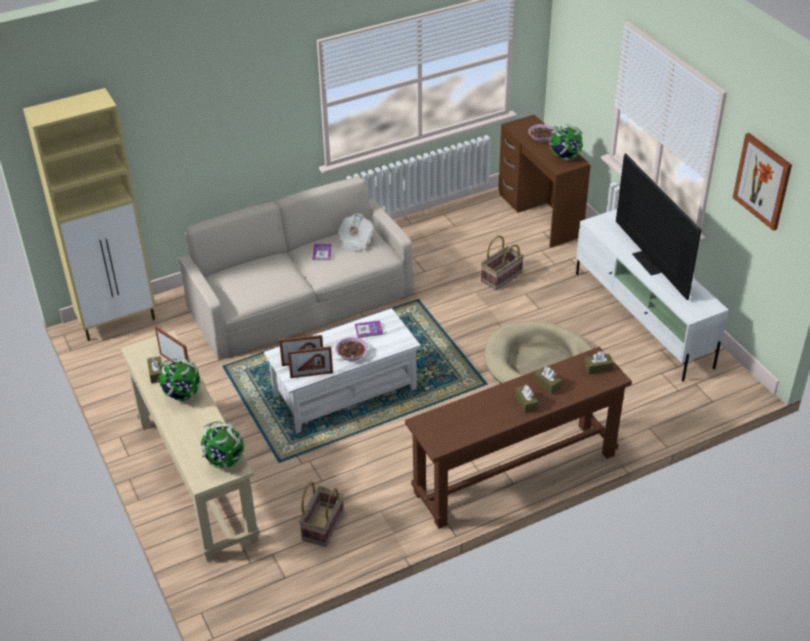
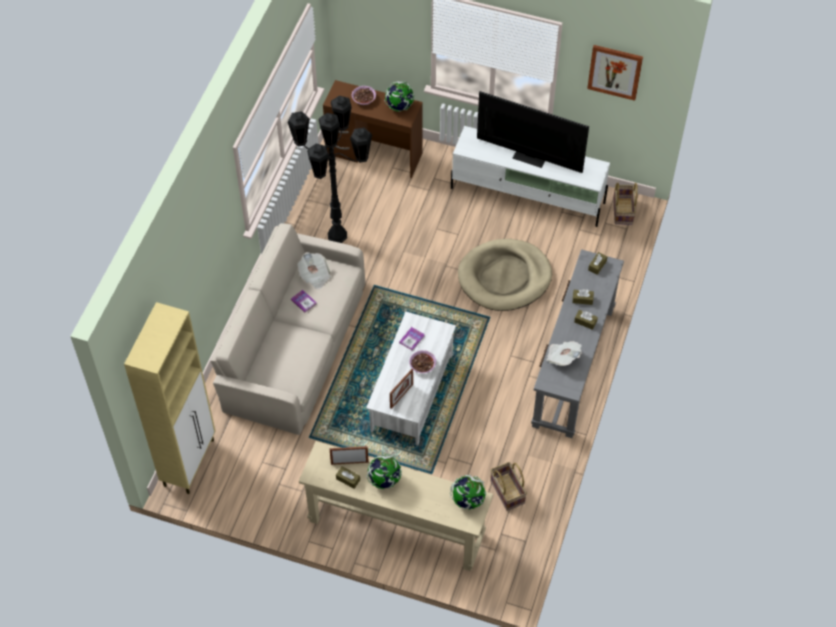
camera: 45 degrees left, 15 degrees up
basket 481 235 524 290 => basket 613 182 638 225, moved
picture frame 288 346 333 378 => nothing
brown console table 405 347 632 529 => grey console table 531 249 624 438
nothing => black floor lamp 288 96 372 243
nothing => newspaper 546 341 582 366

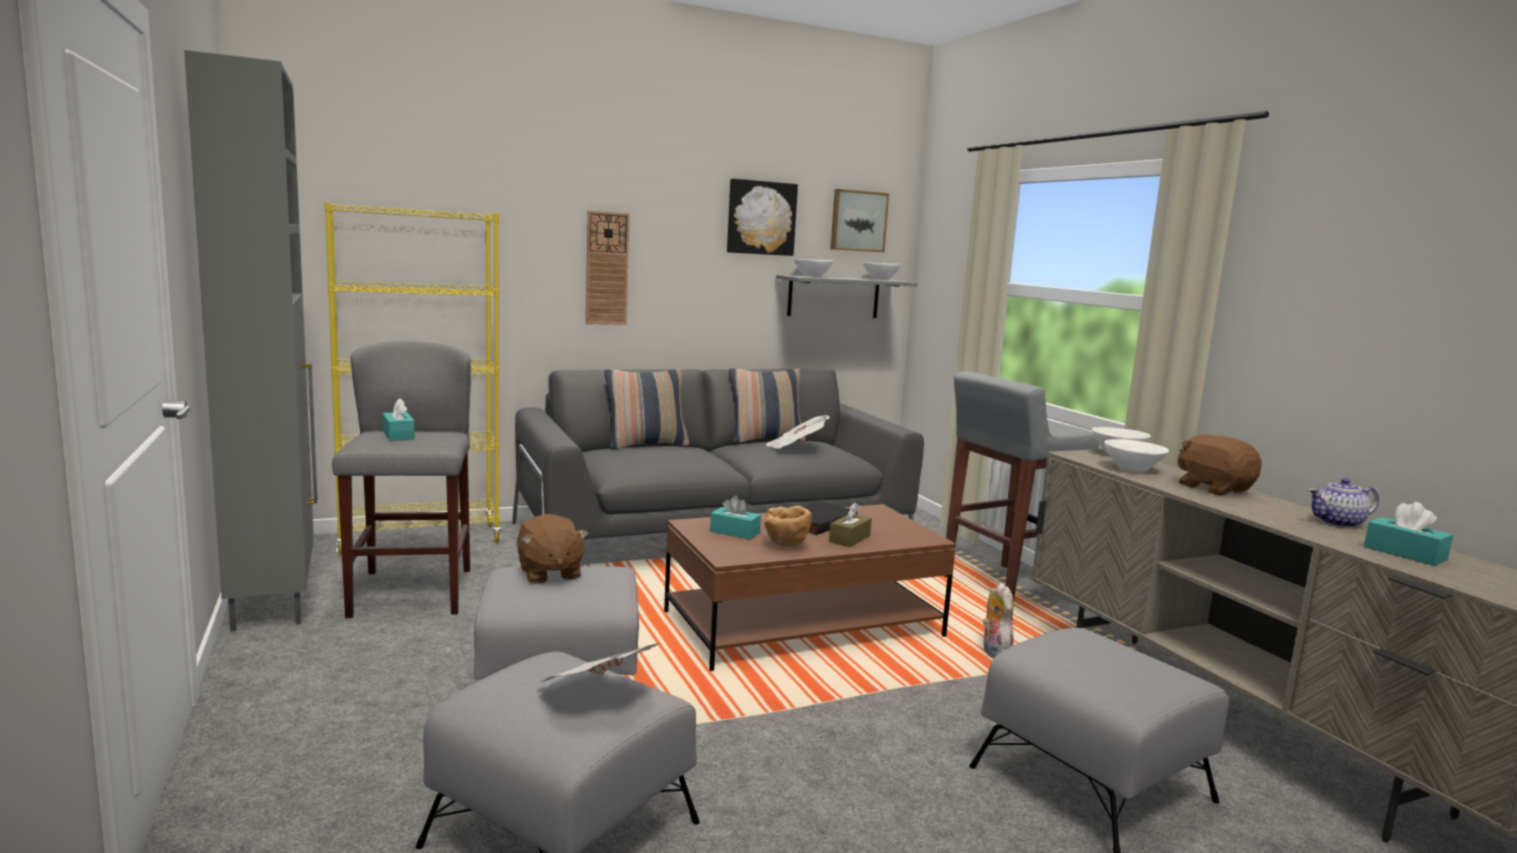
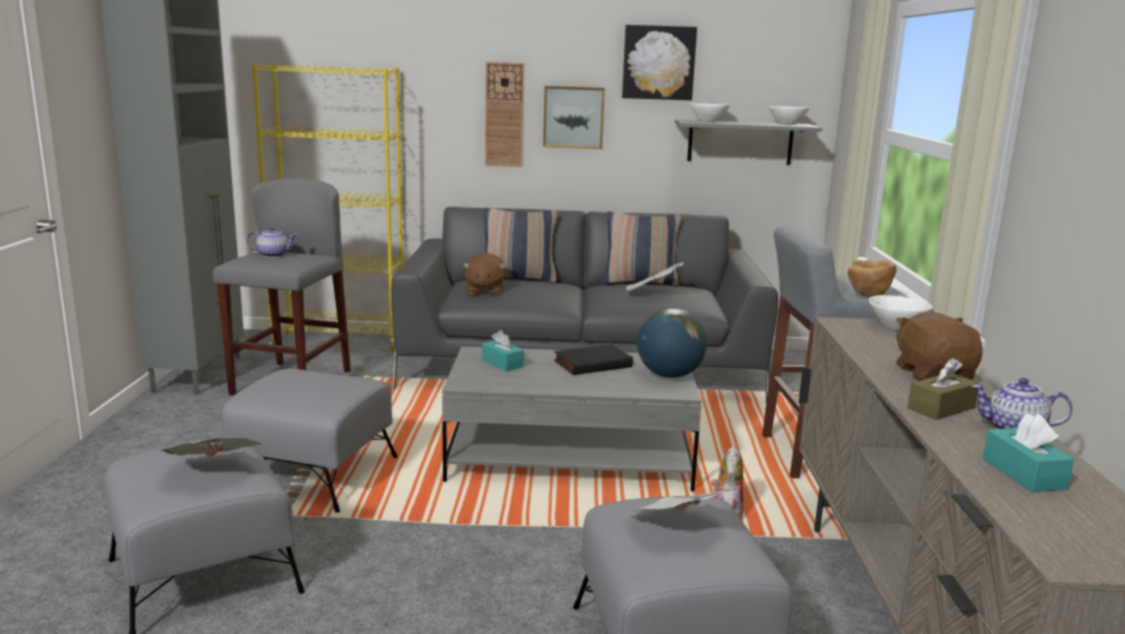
camera: 25 degrees right, 5 degrees up
picture 831 189 889 252 => picture 543 86 605 149, moved
turquoise tissue box 383 398 415 441 => teapot 246 227 297 258
white bowl 1104 439 1169 472 => nothing
brown tissue box 829 502 872 547 => brown tissue box 907 358 979 420, moved
brown coffee table 664 504 956 671 => grey coffee table 442 346 702 492
brown bowl 764 506 812 547 => brown bowl 848 260 897 297, moved
brown plush toy 517 514 589 584 => brown plush toy 462 253 506 295, moved
nothing => globe 637 308 707 378
nothing => newspaper 626 489 732 512

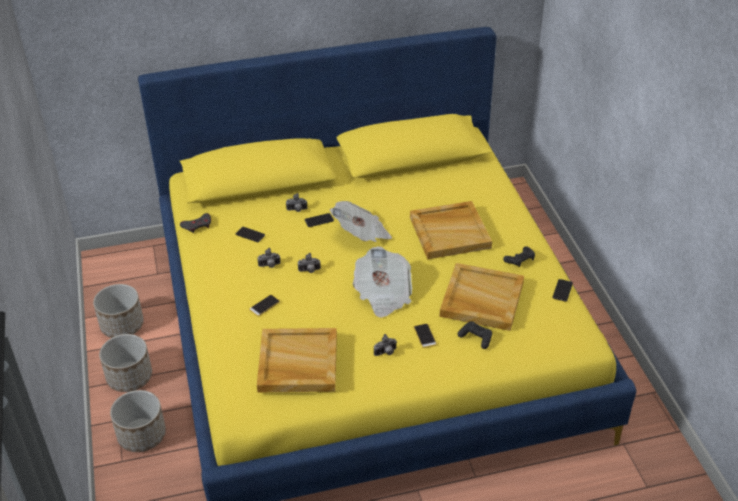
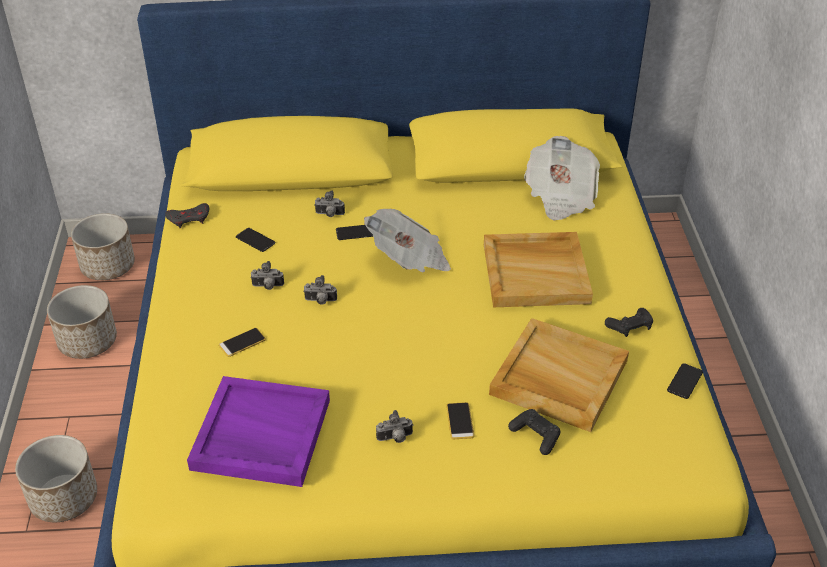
camera: 10 degrees right, 0 degrees up
newspaper 353 247 412 318 => newspaper 524 136 600 220, moved
beige tray 257 328 337 392 => purple tray 187 376 330 487
planter 99 334 152 392 => planter 71 213 135 280, moved

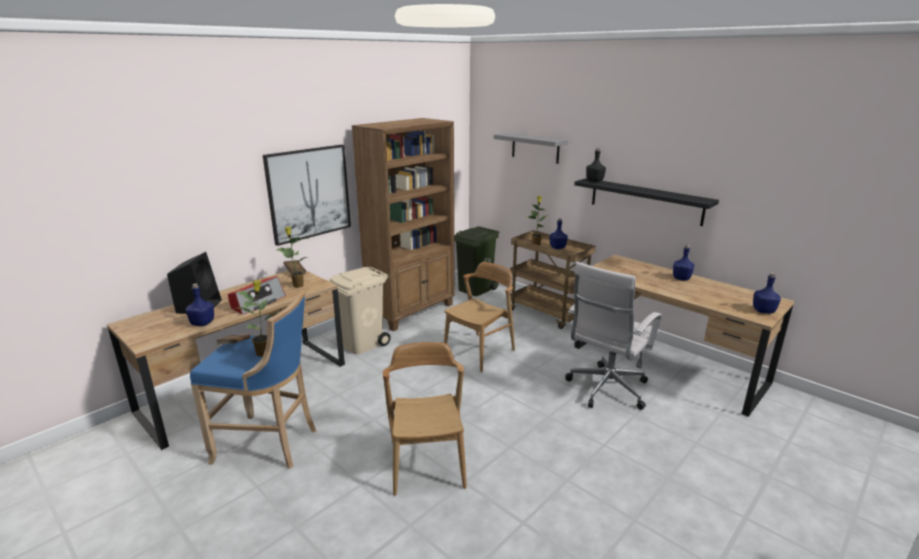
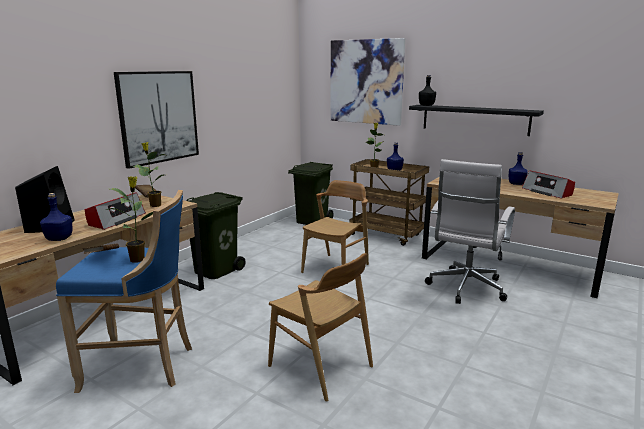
camera: 10 degrees left, 5 degrees down
brown bookcase 352 118 455 331 => nothing
grey shelf 494 133 568 164 => picture 330 38 405 126
beige trash can 327 267 391 354 => green trash can 187 192 246 279
blue bottle 753 273 781 314 => nothing
brown chair 383 342 467 496 => brown chair 268 253 373 401, 150 degrees clockwise
nothing => radio 522 170 575 199

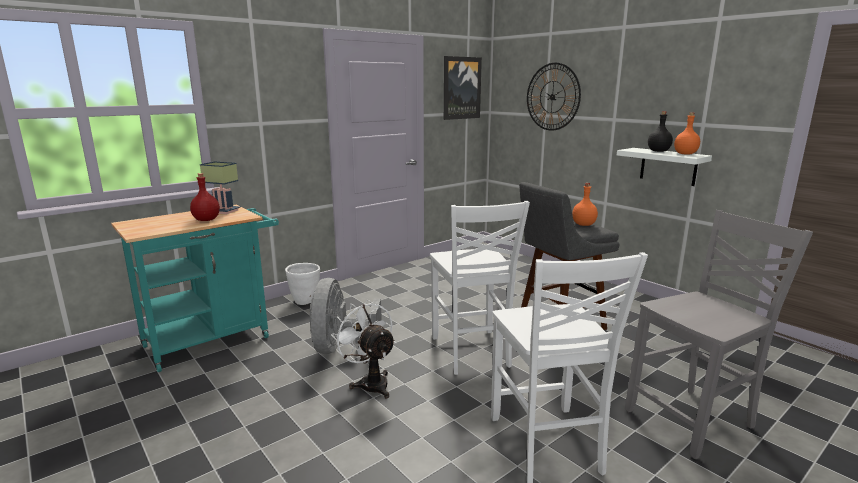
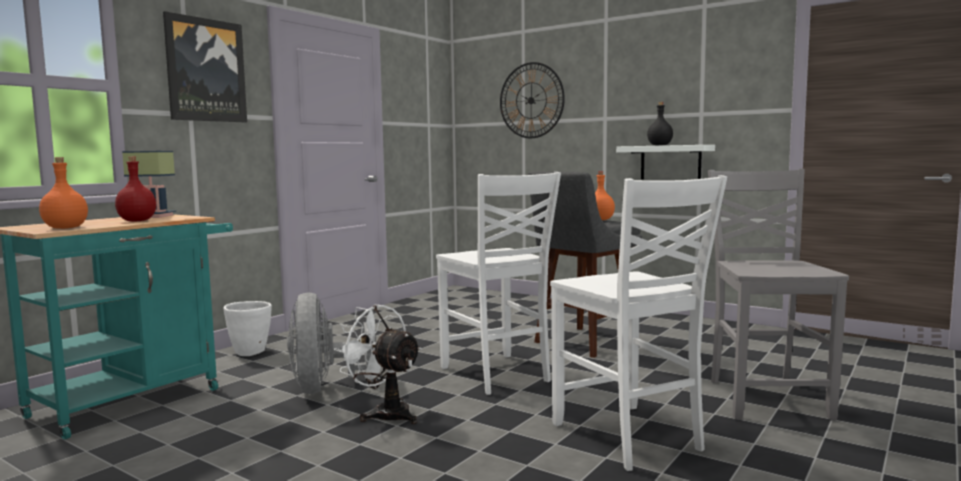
camera: 15 degrees left, 10 degrees down
picture 444 56 482 120 => picture 163 11 247 122, moved
orange bottle 674 112 700 155 => orange bottle 39 157 88 229, moved
grey chair 625 210 813 459 => grey chair 708 169 849 421, 45 degrees counterclockwise

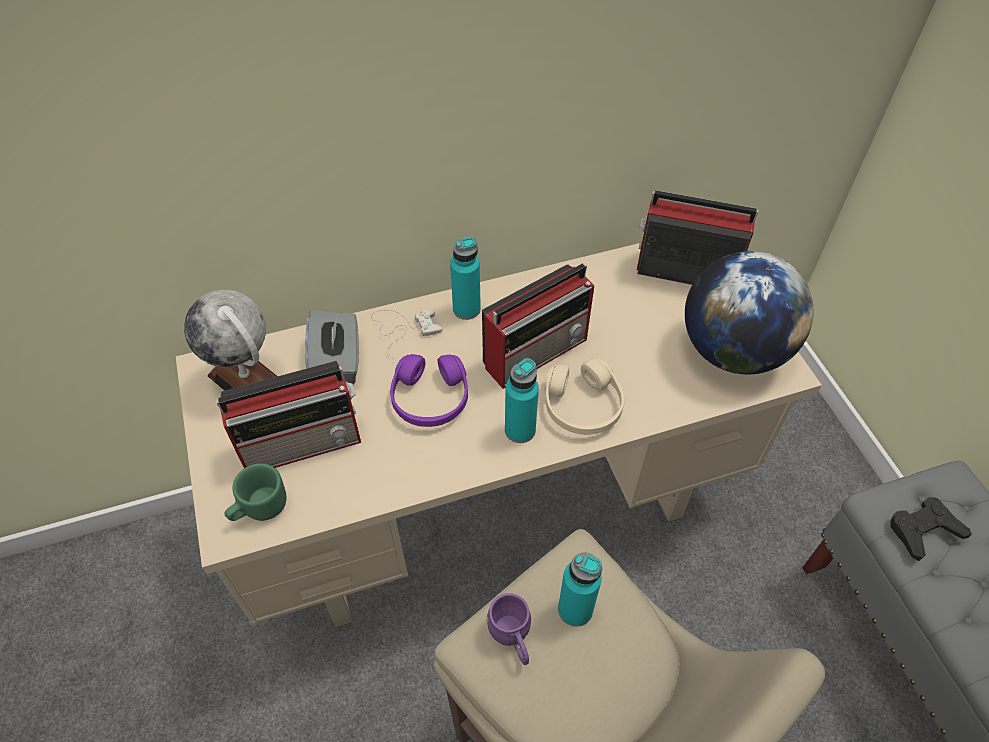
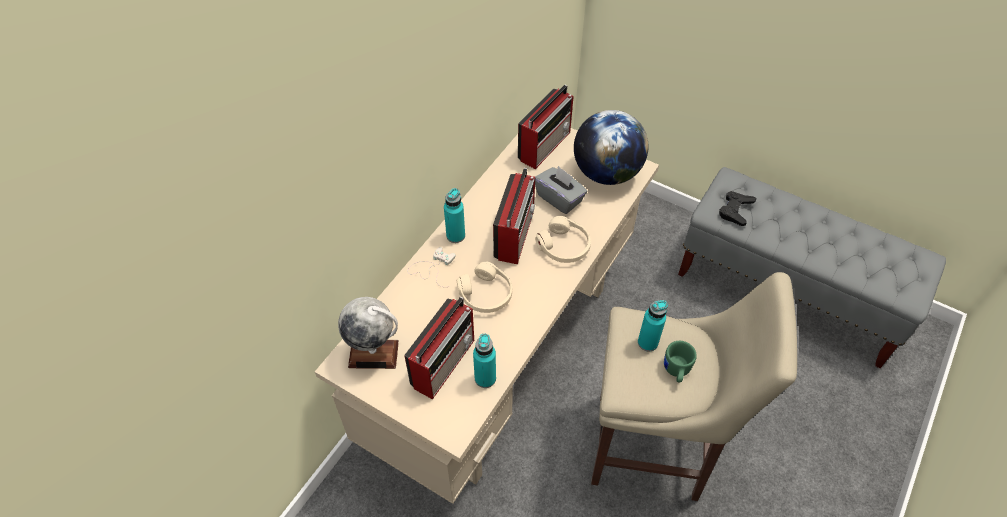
camera: 40 degrees left, 0 degrees up
radio 637 190 758 285 => radio 518 85 574 169, 150 degrees clockwise
grey tissue box 305 310 359 384 => grey tissue box 535 166 587 214, moved
purple headphones 390 354 468 427 => beige headphones 457 261 512 313
turquoise bottle 505 358 539 443 => turquoise bottle 473 334 496 388, moved
green mug 224 463 286 521 => green mug 664 341 697 382, moved
purple mug 486 593 531 665 => nothing

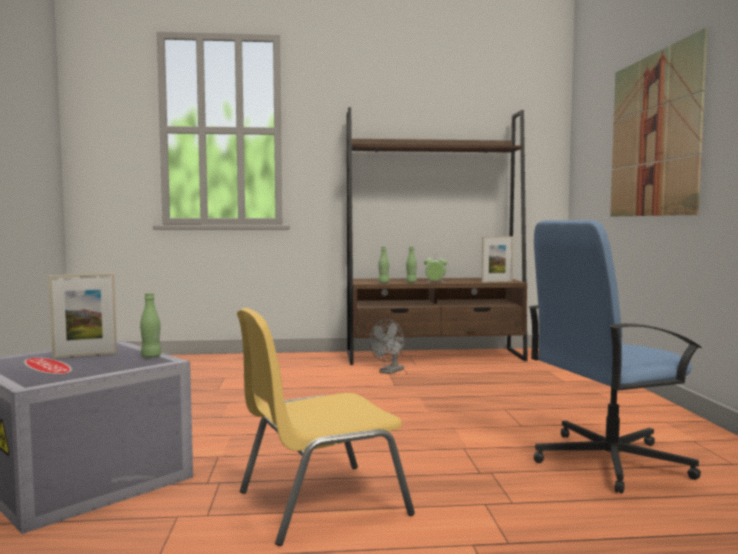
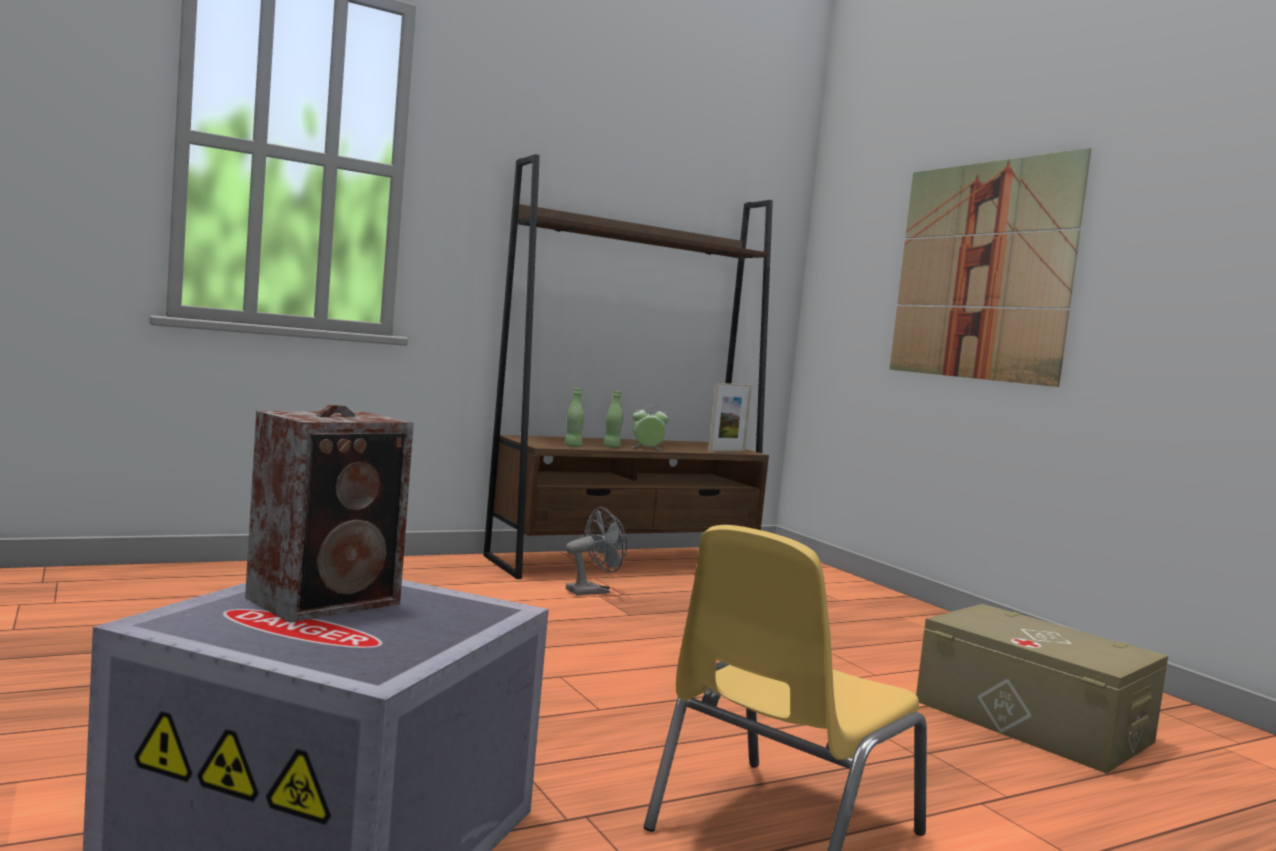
camera: 25 degrees left, 0 degrees up
blue office chair 529 220 702 493 => beige storage box 916 604 1168 774
picture frame 49 273 117 358 => speaker 245 405 414 623
green bottle 140 293 161 358 => nothing
grey fan 369 319 404 374 => grey fan 566 507 627 596, 135 degrees counterclockwise

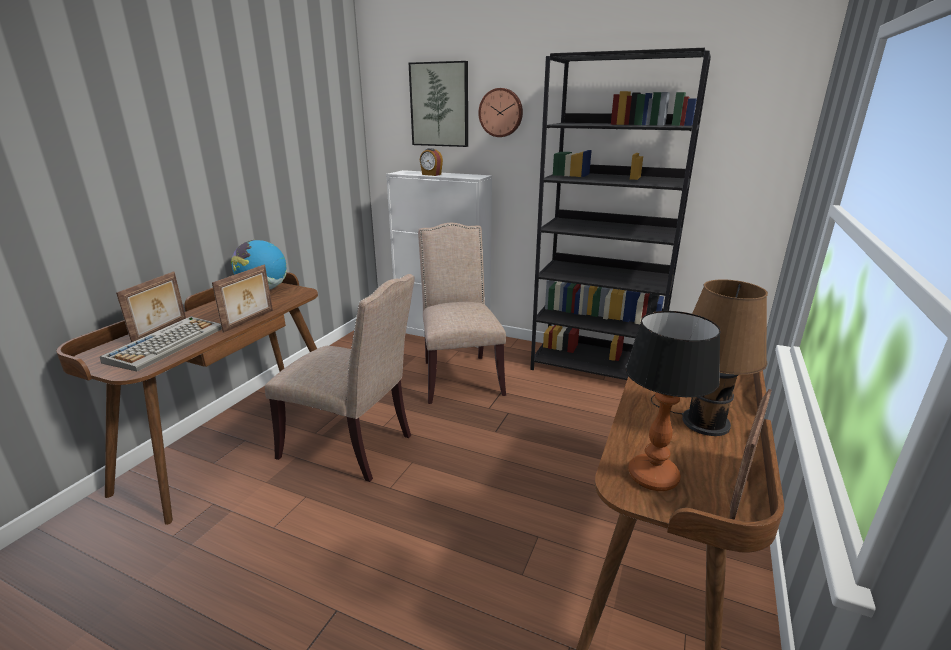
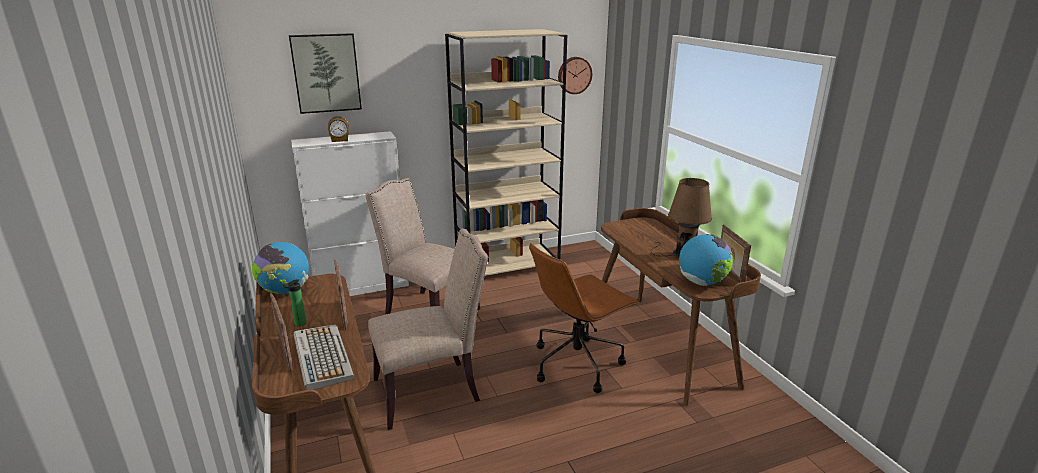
camera: 45 degrees left, 0 degrees up
black bookcase 530 48 711 380 => beige bookcase 445 29 567 276
wall clock 478 88 523 137 => wall clock 558 57 592 94, moved
table lamp 625 311 721 491 => globe 679 234 733 286
nothing => brown office chair 529 243 640 393
nothing => bottle 282 279 306 326

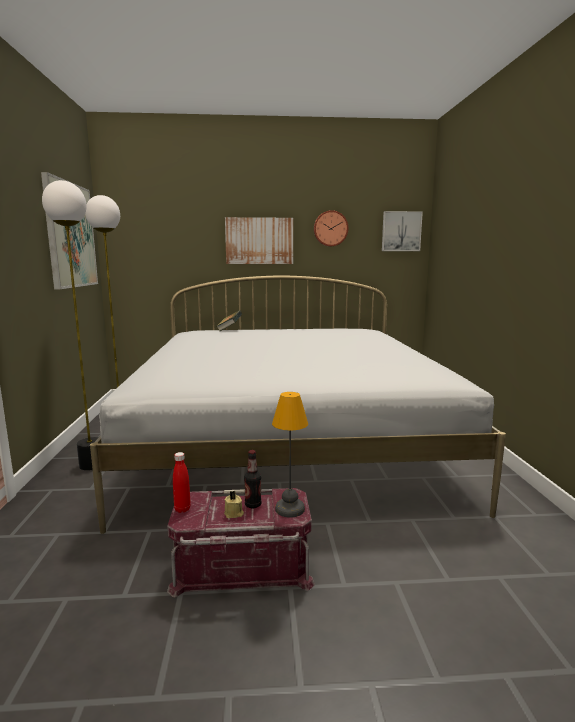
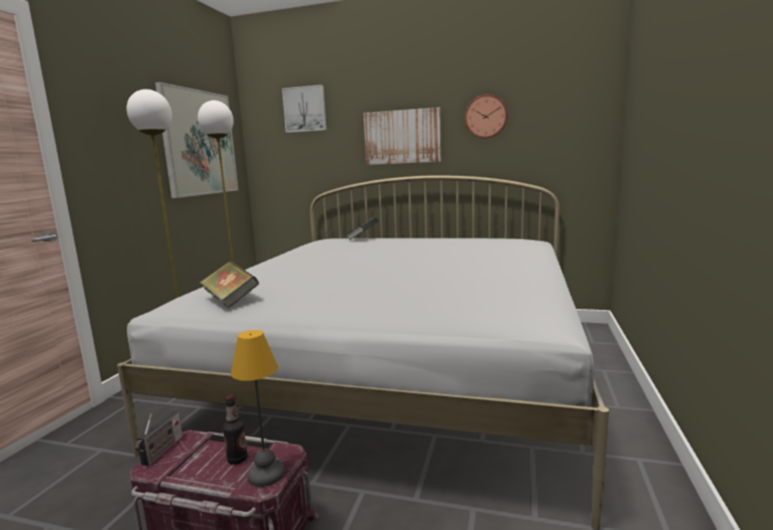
camera: 20 degrees right, 0 degrees up
picture 382 211 423 251 => picture 282 85 326 133, moved
red bottle 173 452 191 513 => radio 135 411 183 466
beige candle 224 491 244 518 => nothing
nothing => book 200 261 259 309

